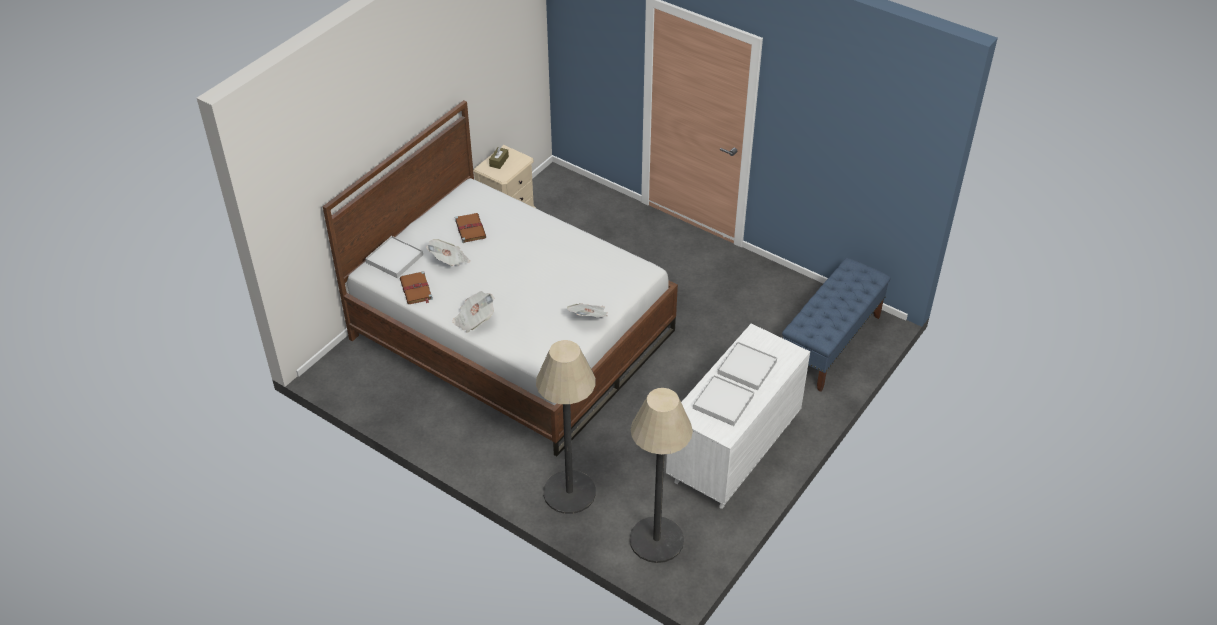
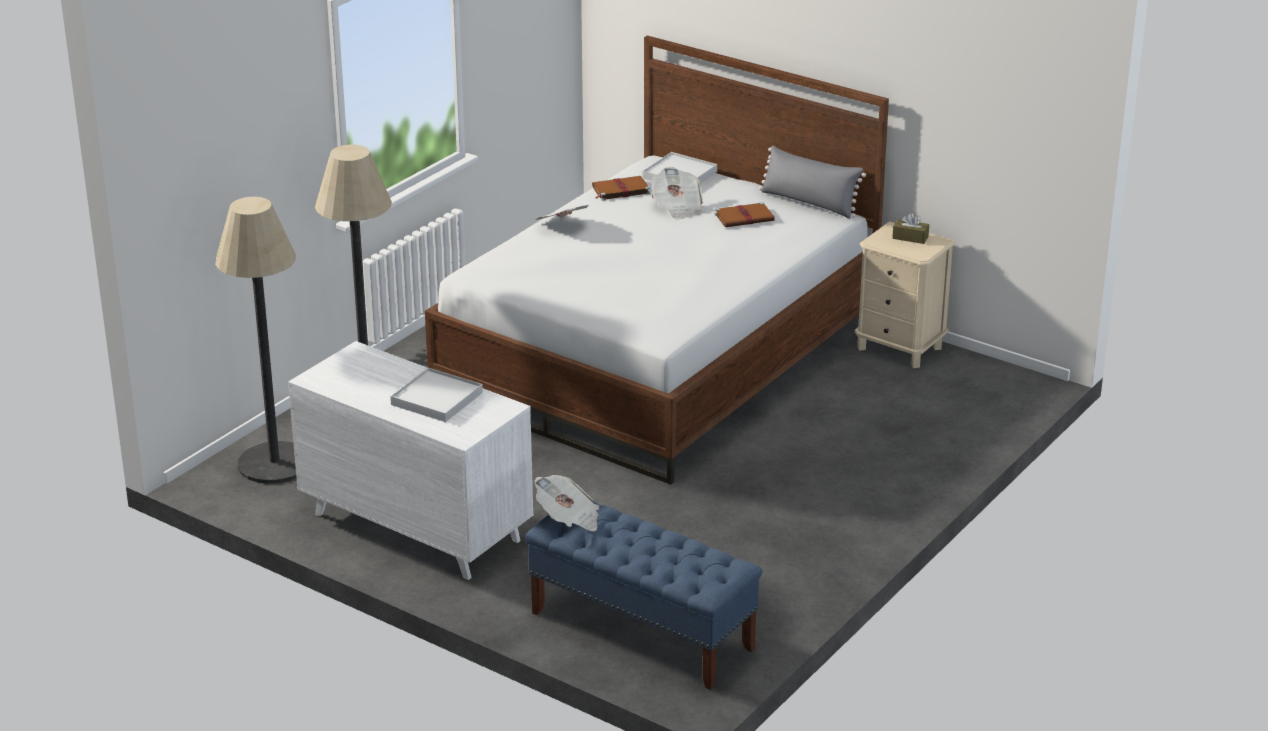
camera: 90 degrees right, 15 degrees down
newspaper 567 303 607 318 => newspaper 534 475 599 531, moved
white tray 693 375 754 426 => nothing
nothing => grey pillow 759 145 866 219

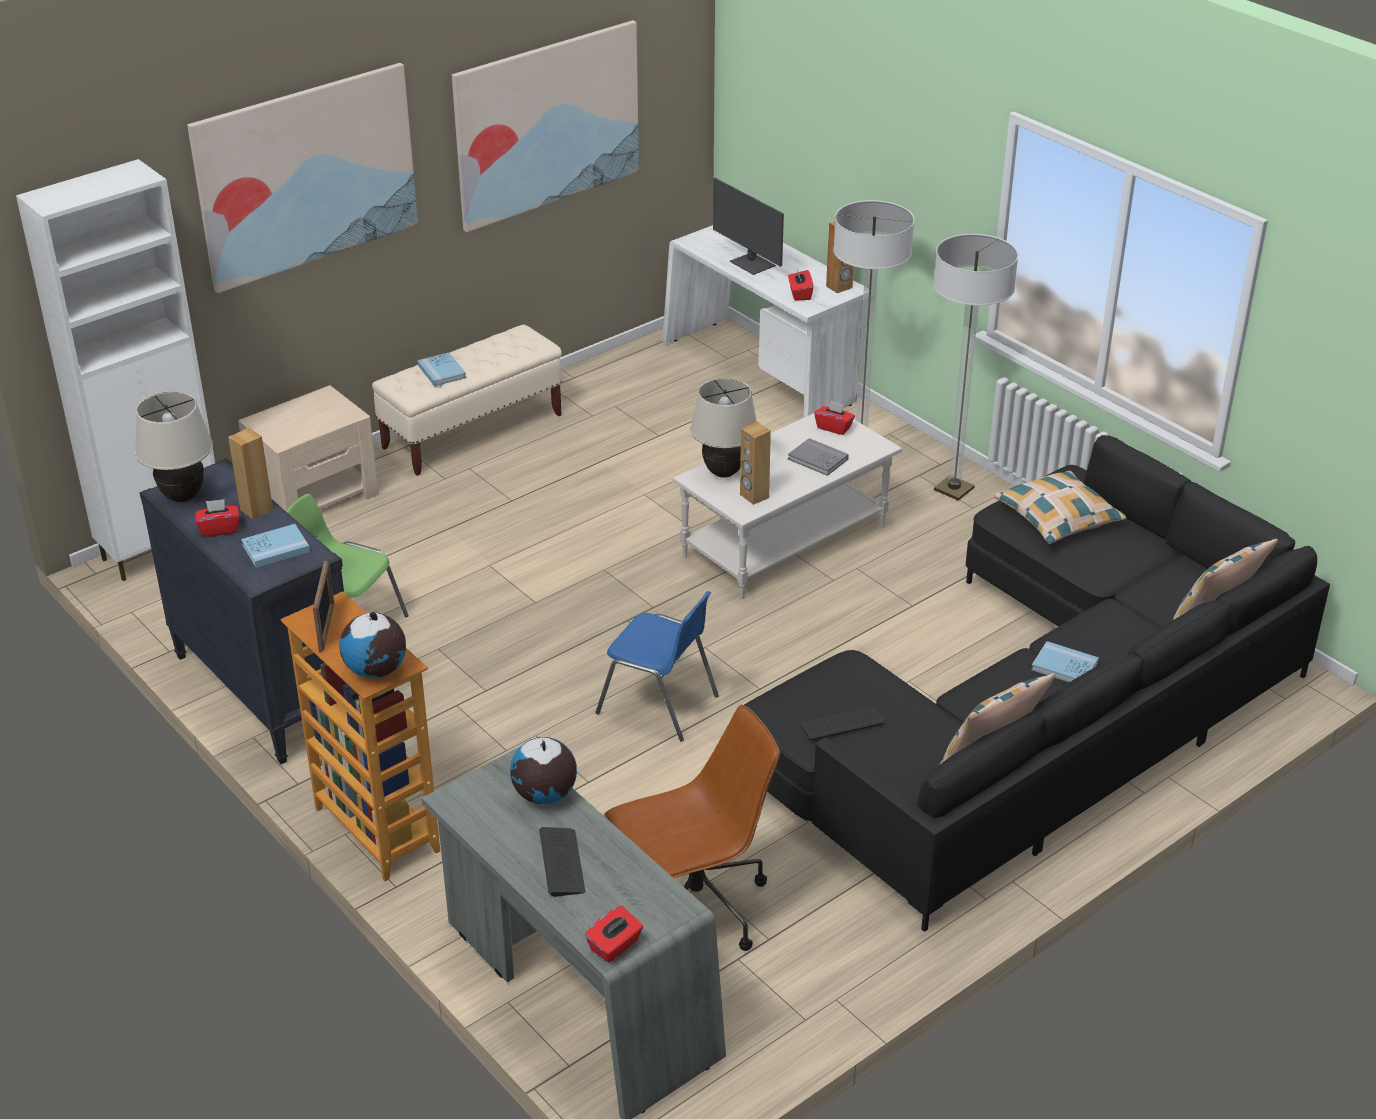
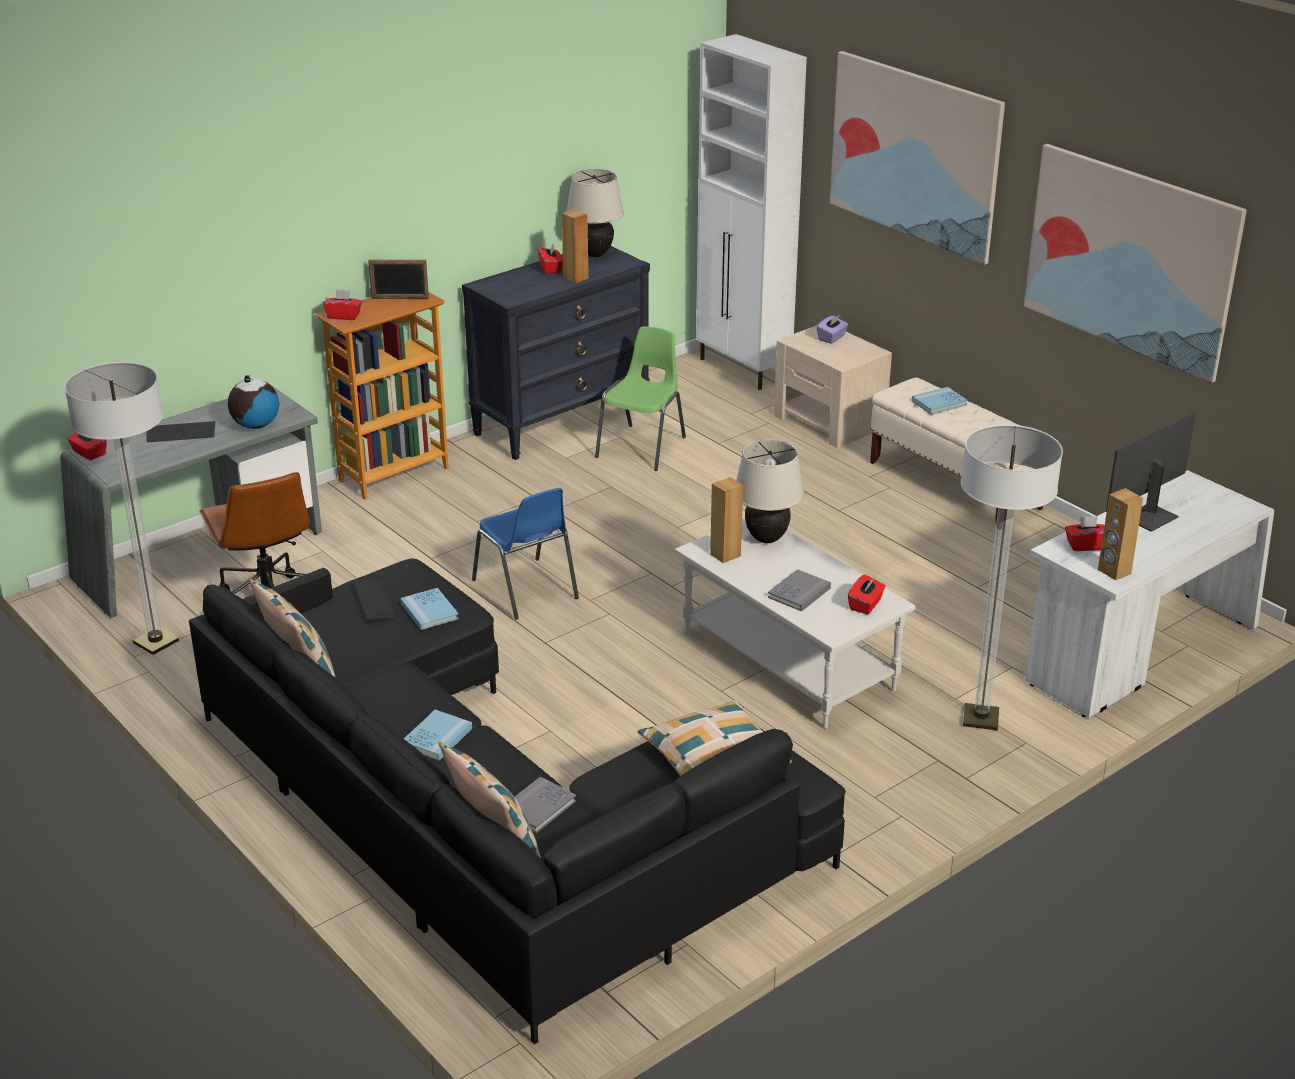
camera: 90 degrees right, 5 degrees down
floor lamp 933 234 1018 501 => floor lamp 64 362 179 655, moved
blue book 241 524 310 568 => blue book 400 588 459 630, moved
blue chair 595 591 719 742 => blue chair 472 488 579 620, 60 degrees counterclockwise
globe 340 612 406 678 => red tissue box 323 289 362 320
nothing => purple tissue box 817 315 848 344
nothing => grey book 514 777 576 833

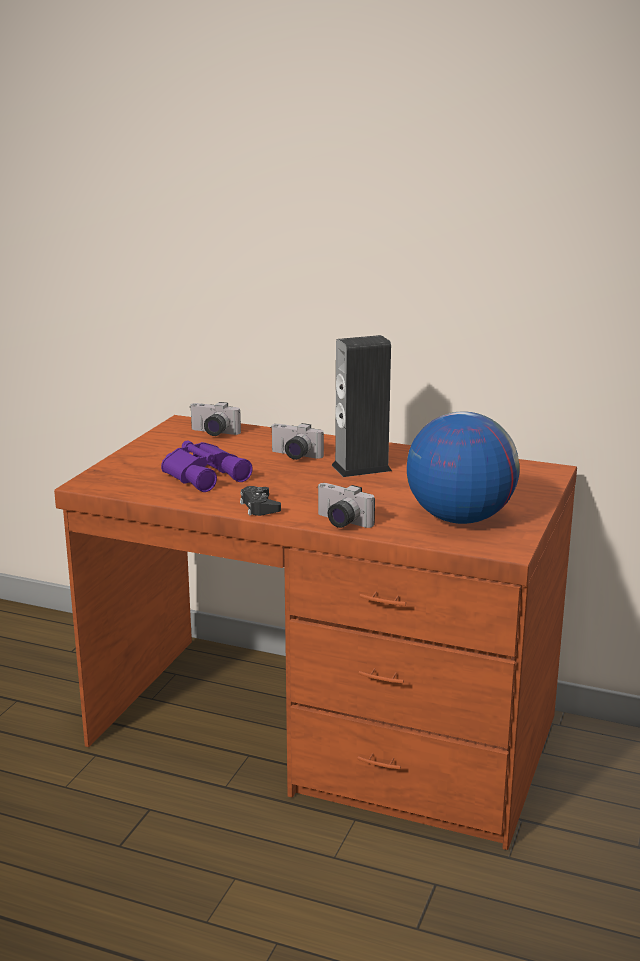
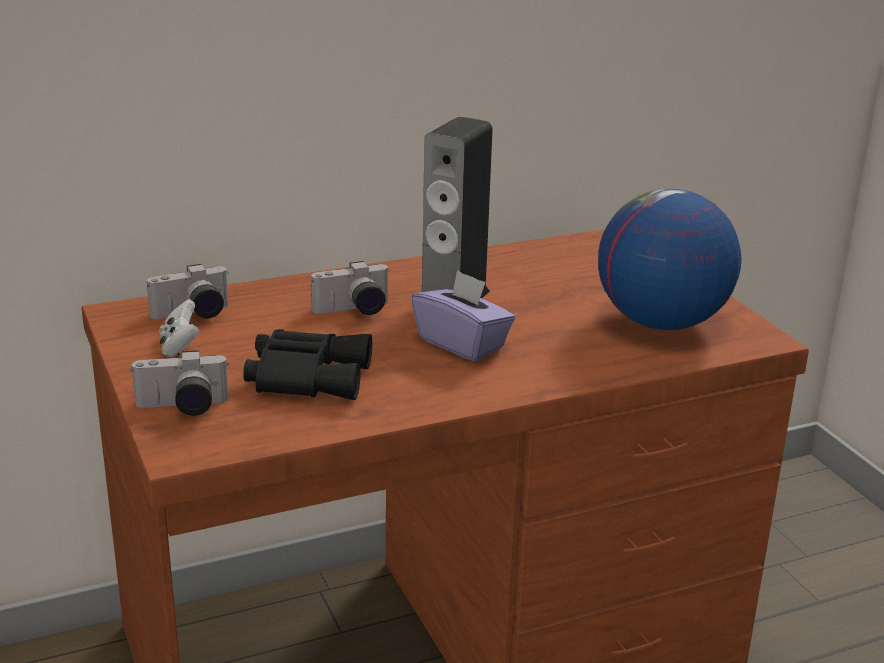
camera: 45 degrees left, 5 degrees up
purple binoculars 161 441 253 492 => black binoculars 243 329 372 400
photo camera 318 483 375 528 => photo camera 130 350 229 416, moved
black game controller 240 486 281 516 => nothing
nothing => purple tissue box 411 270 515 361
nothing => white game controller 160 299 200 357

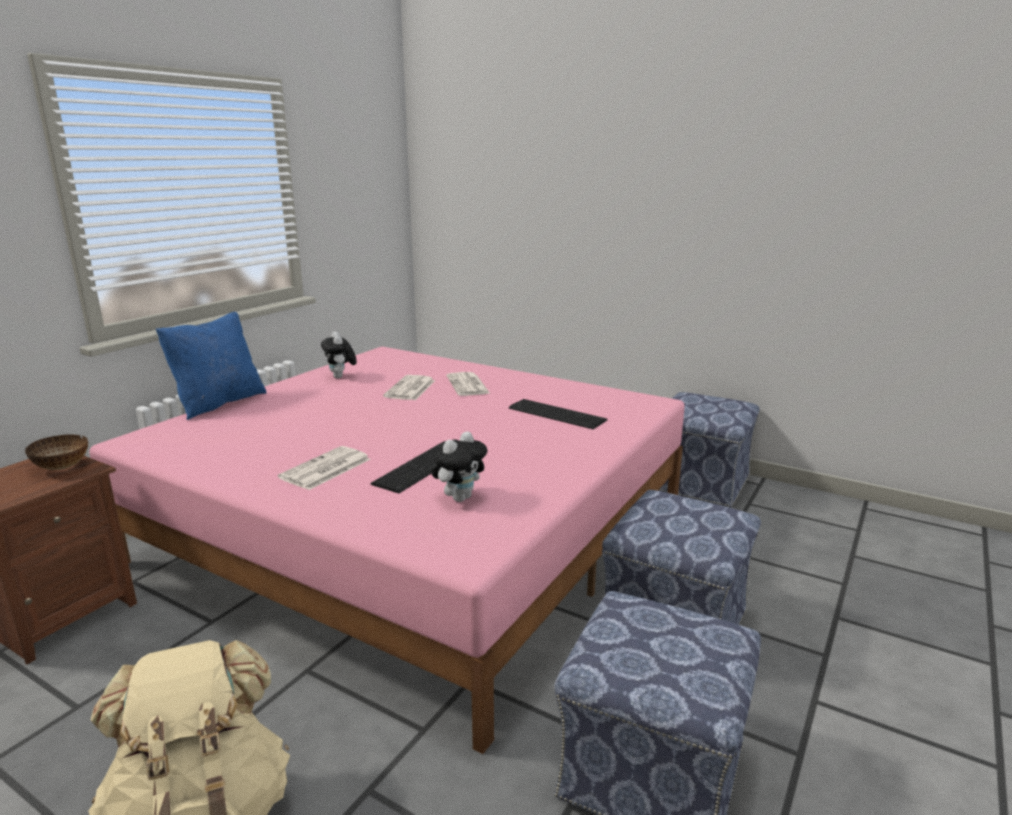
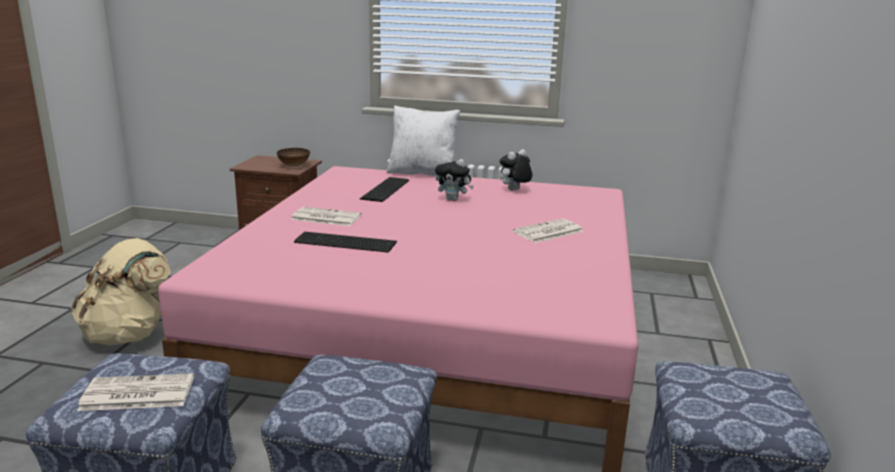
camera: 70 degrees right, 0 degrees up
blue pillow 156 312 266 420 => white pillow 387 105 460 176
newspaper 383 375 435 400 => newspaper 77 373 194 411, moved
keyboard 509 399 608 429 => keyboard 360 177 409 202, moved
plush toy 432 432 487 502 => plush toy 435 157 474 201, moved

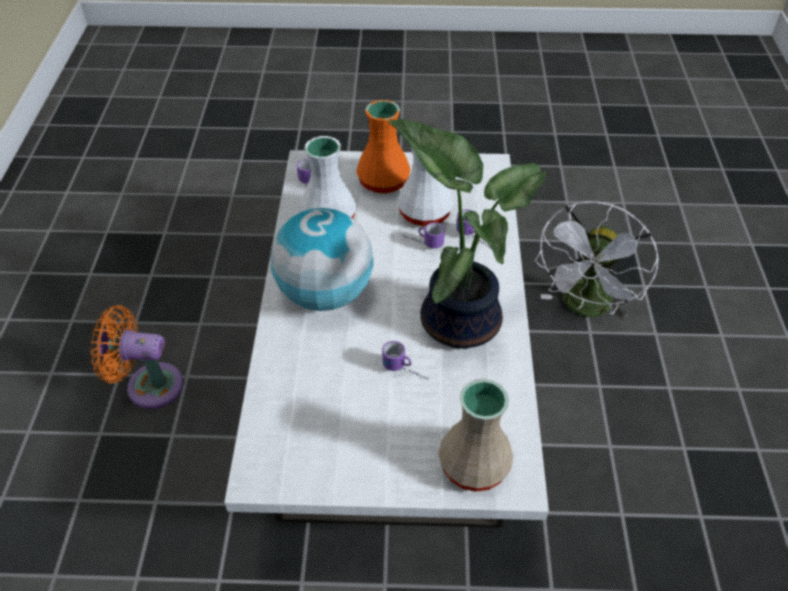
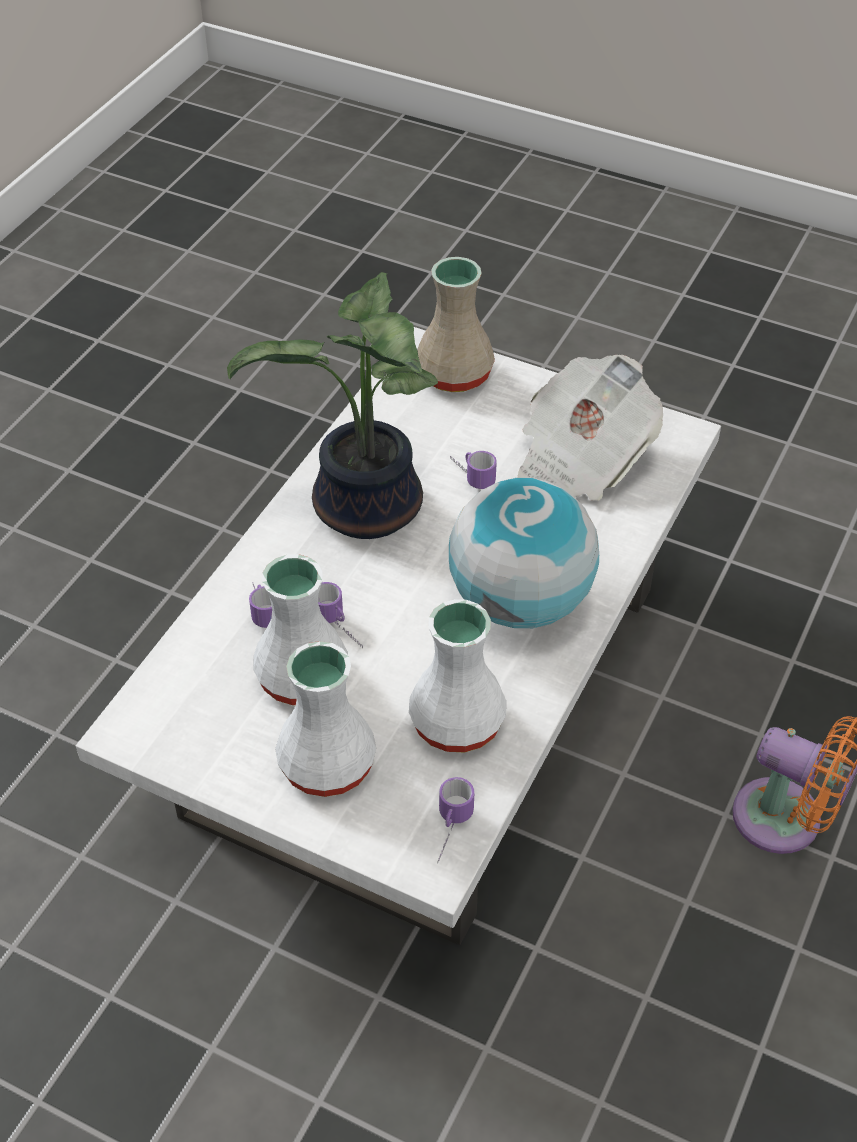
camera: 155 degrees left, 0 degrees up
orange vase 356 100 411 194 => white vase 275 641 376 797
white fan 535 201 659 319 => nothing
nothing => newspaper 517 355 663 501

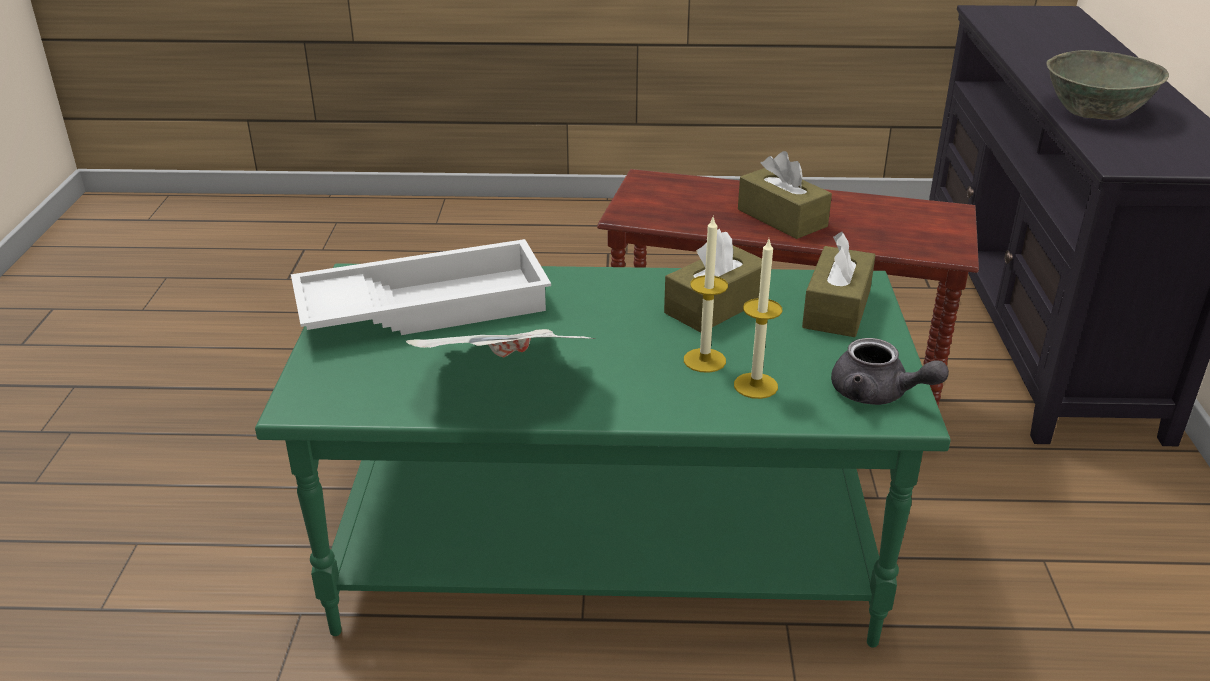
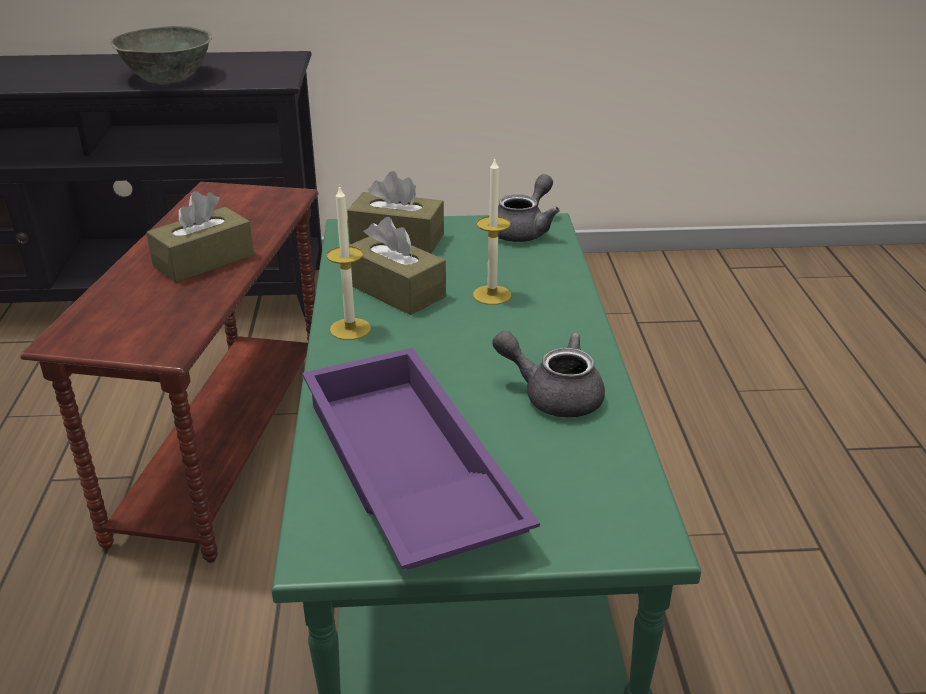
camera: 95 degrees left, 0 degrees up
white tray 291 239 551 335 => purple tray 302 348 540 570
candle 734 239 782 399 => candle 326 185 371 340, moved
newspaper 406 329 595 357 => grey teapot 493 331 605 418

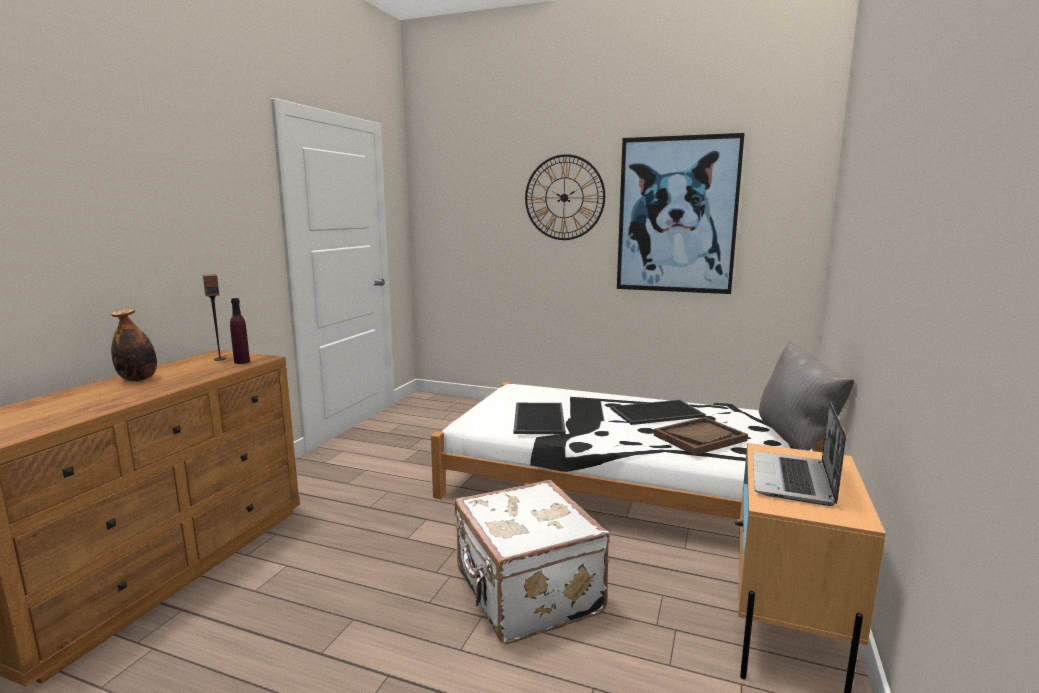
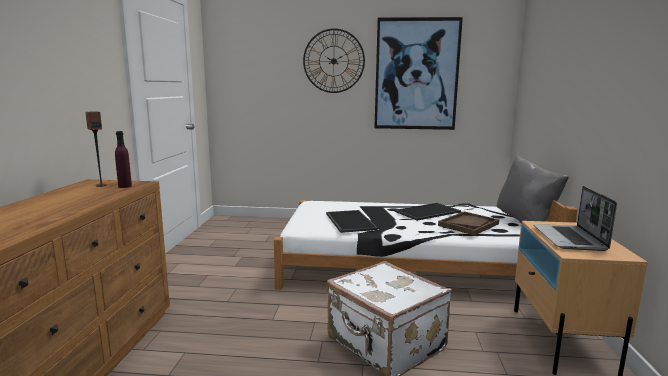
camera: 15 degrees left, 0 degrees up
bottle 111 308 157 381 => nothing

